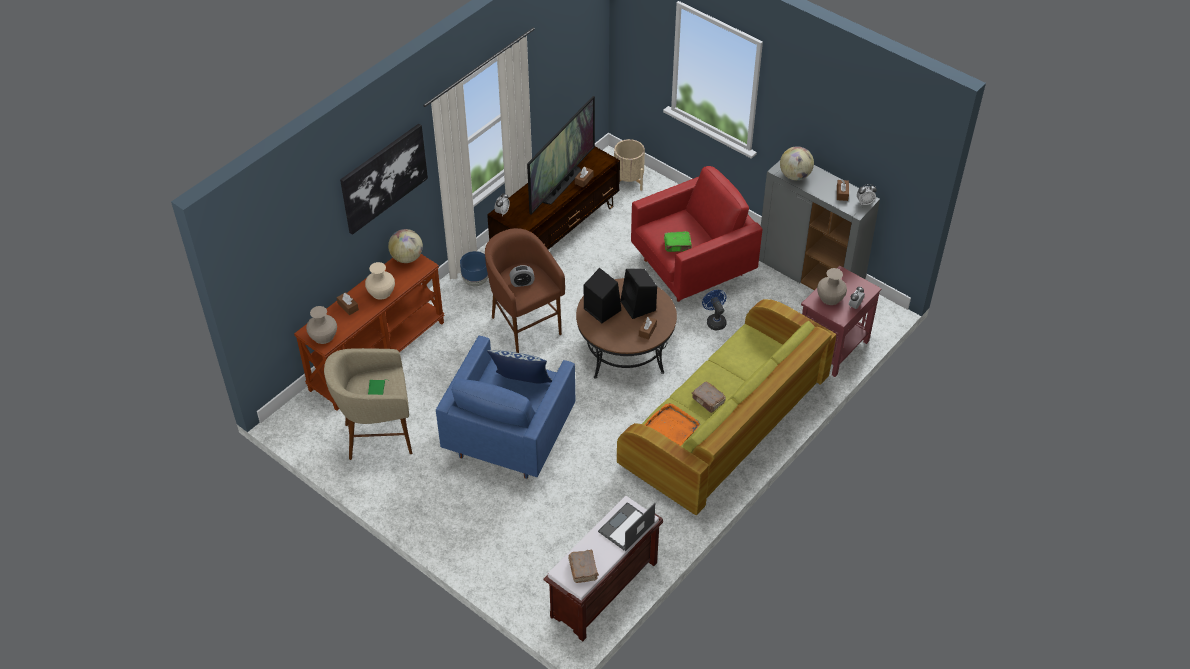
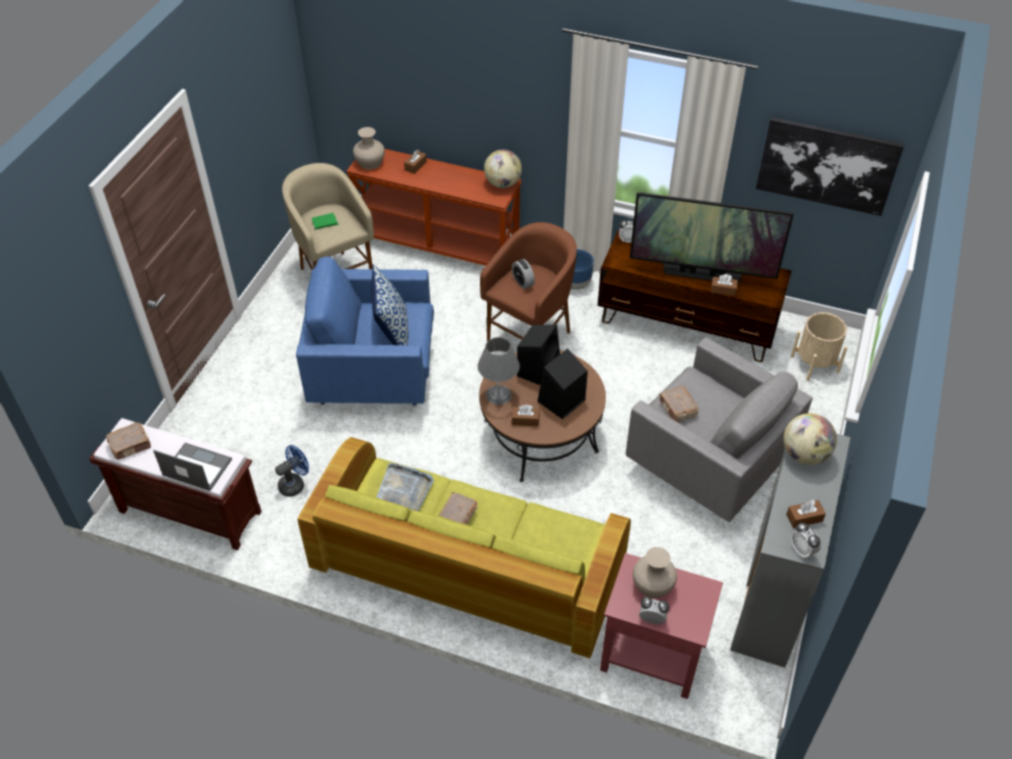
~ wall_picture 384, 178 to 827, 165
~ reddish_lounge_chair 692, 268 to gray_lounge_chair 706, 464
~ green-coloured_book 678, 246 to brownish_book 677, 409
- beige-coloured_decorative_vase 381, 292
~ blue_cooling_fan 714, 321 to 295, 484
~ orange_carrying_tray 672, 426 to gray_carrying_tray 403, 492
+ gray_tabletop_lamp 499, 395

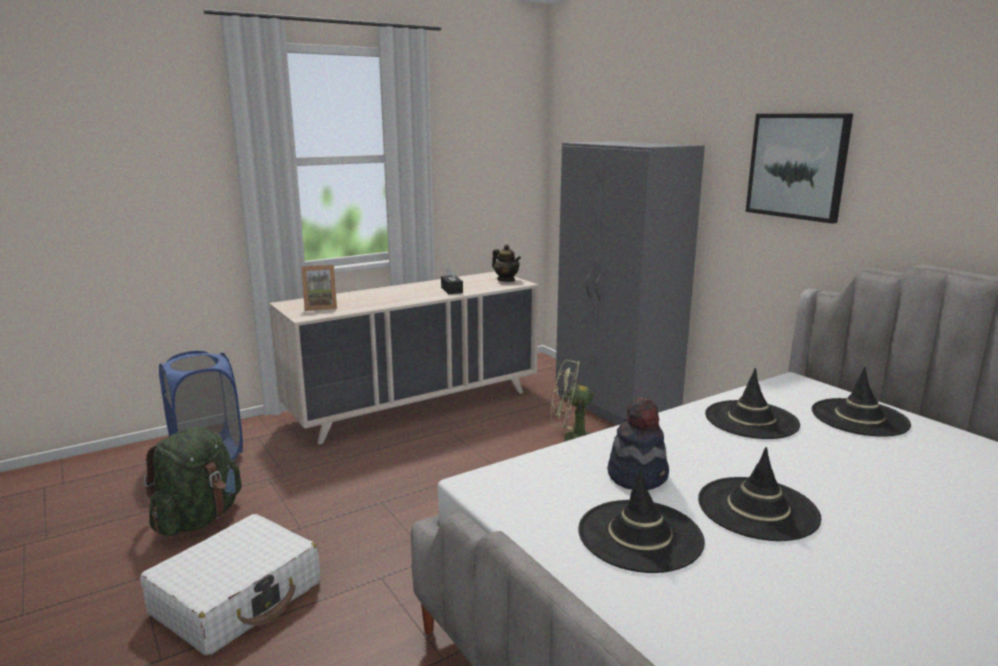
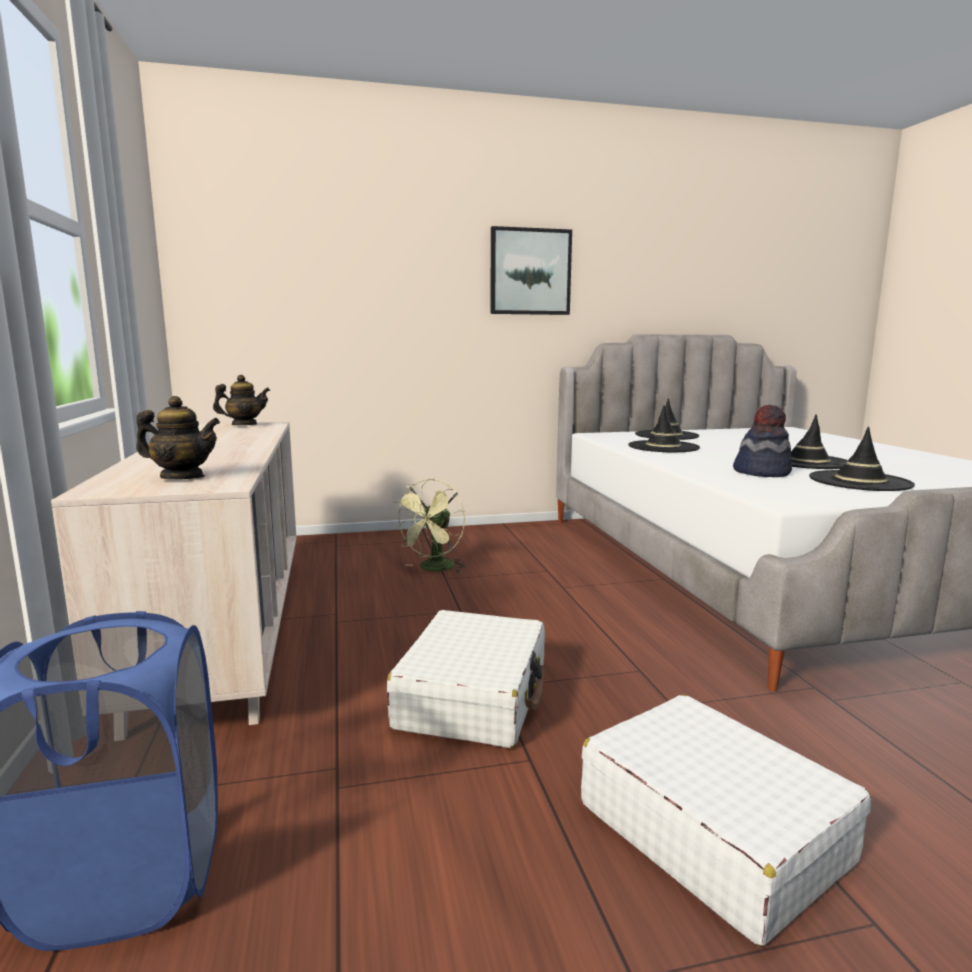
- gray_wardrobe 615, 408
~ photo_frame 320, 307 to pot_for_tea 182, 477
- blackish_tissue_holder 451, 290
- green-coloured_knapsack 199, 519
+ white_piece_of_luggage 473, 696

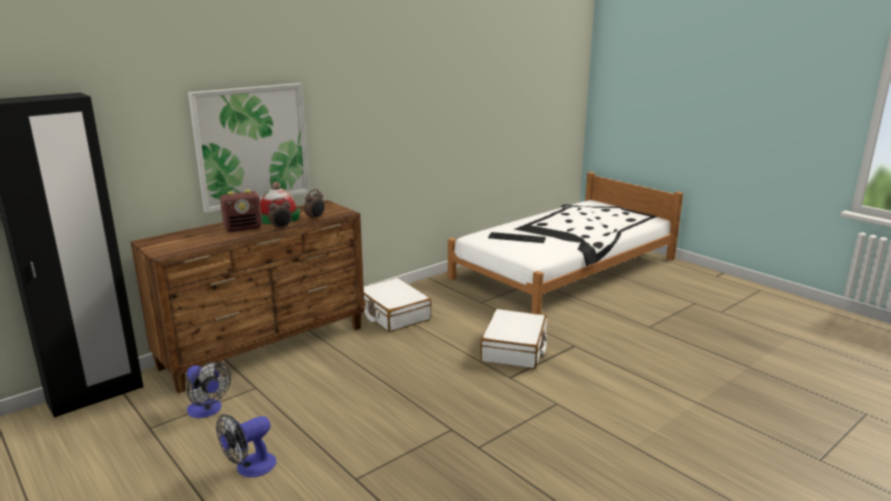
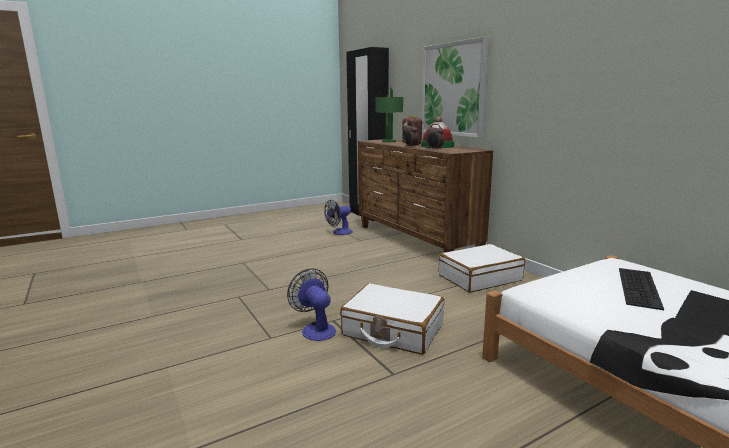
~ cooling_fan 249, 468 to 315, 329
+ green-coloured_tabletop_lamp 388, 141

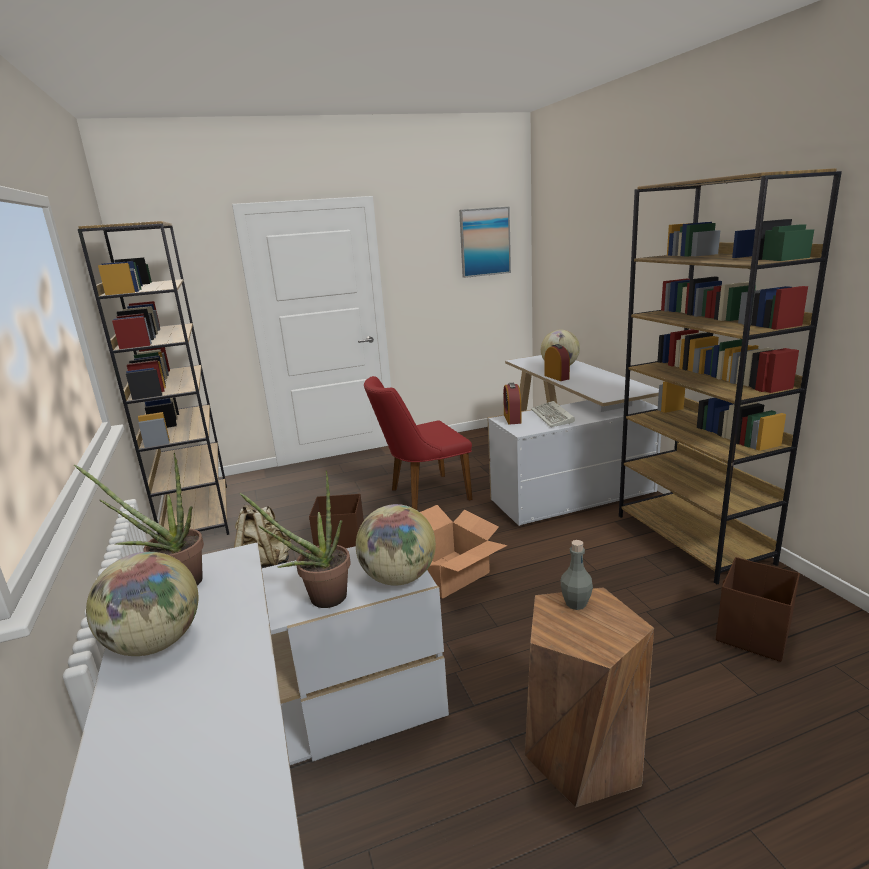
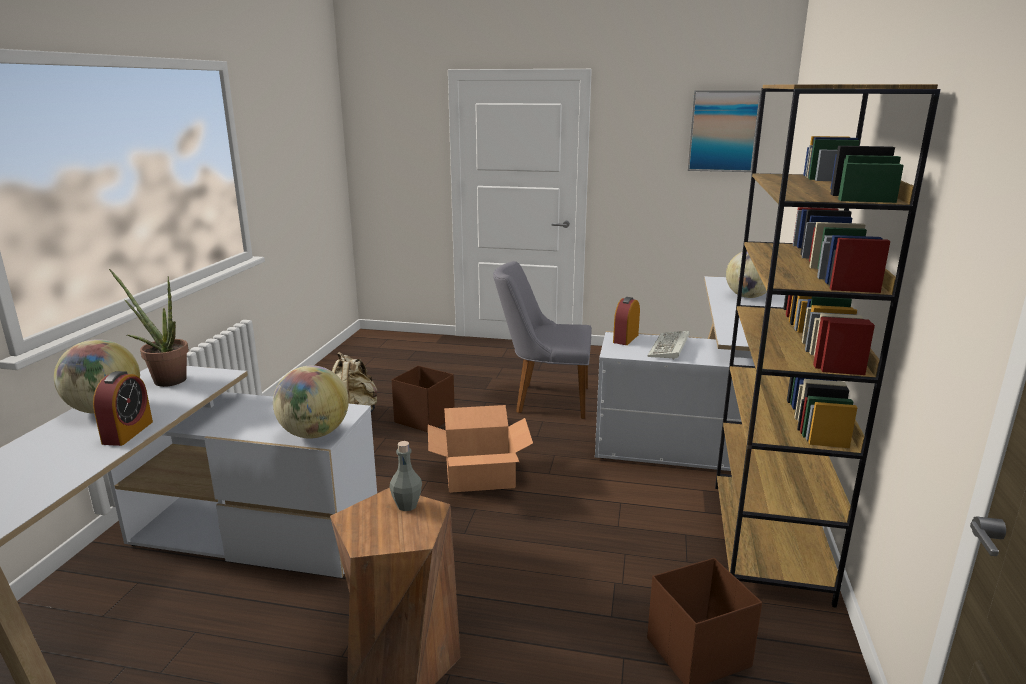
- brownish_bookshelf 196, 514
~ bedside_clock 556, 377 to 128, 432
~ reddish_plain_chair 422, 495 to gray_plain_chair 544, 399
- houseplant 320, 600

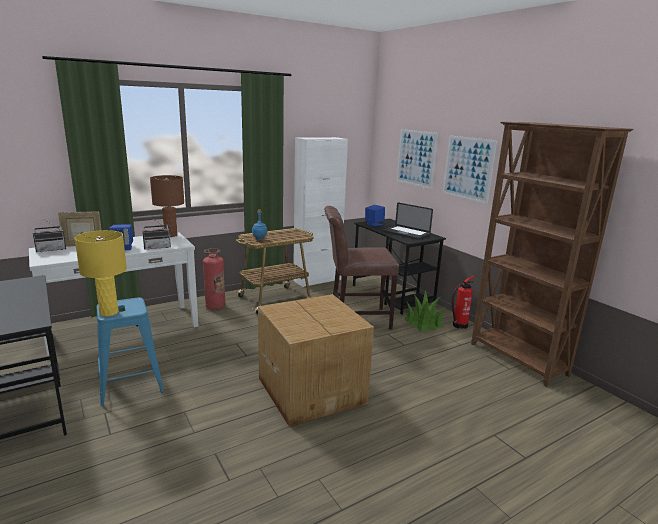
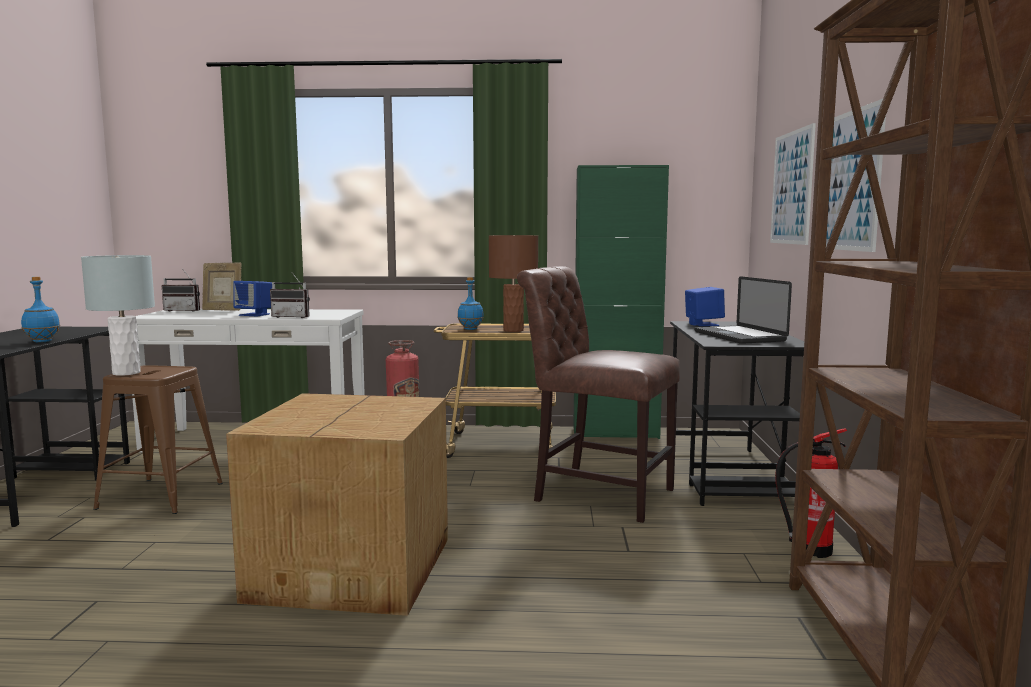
~ white_cupboard 317, 280 to green-coloured_cupboard 615, 433
~ brownish_tabletop_lamp 171, 235 to 513, 330
~ yellowish_tabletop_lamp 108, 312 to gray_tabletop_lamp 126, 373
- houseplant 423, 322
~ blue_stool 130, 383 to brownish_stool 161, 495
+ blue_drink_bottle 42, 341

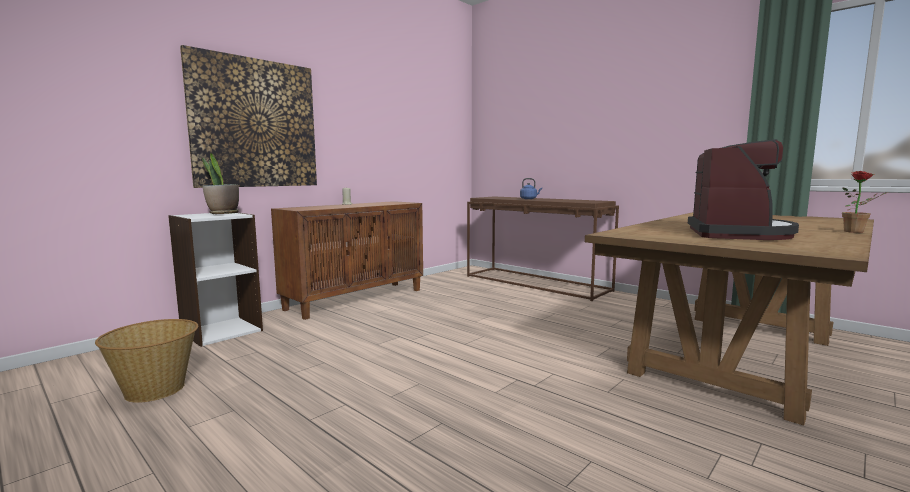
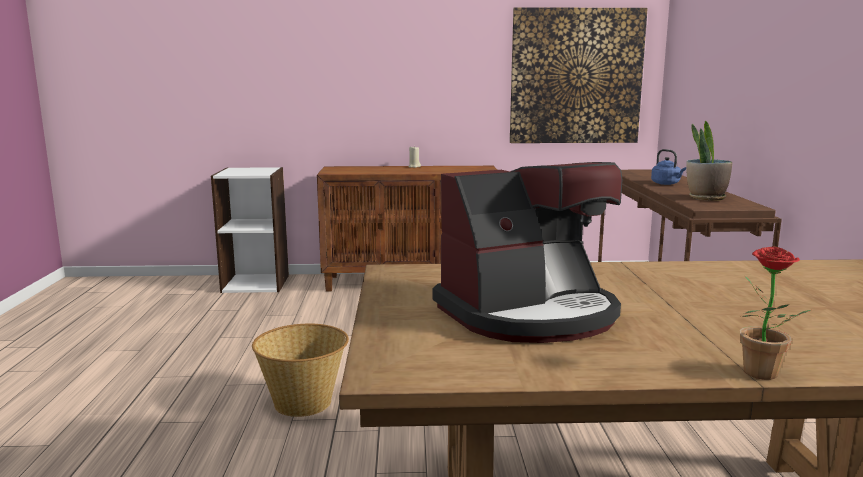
~ wall_picture 255, 123 to 576, 76
~ houseplant 223, 213 to 705, 198
~ basket 155, 389 to 304, 402

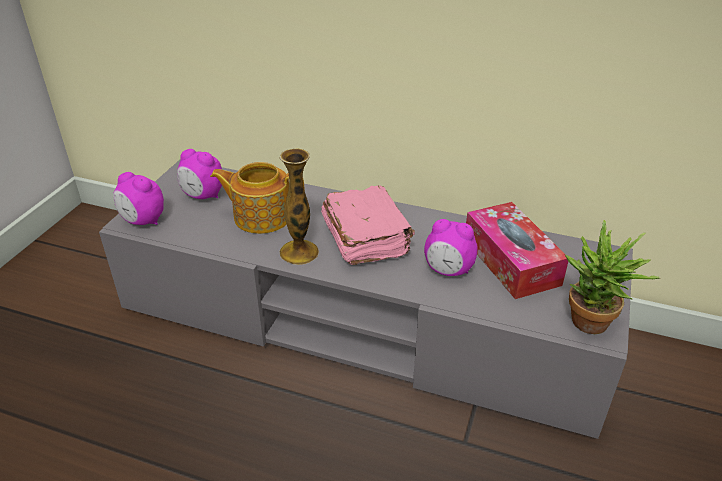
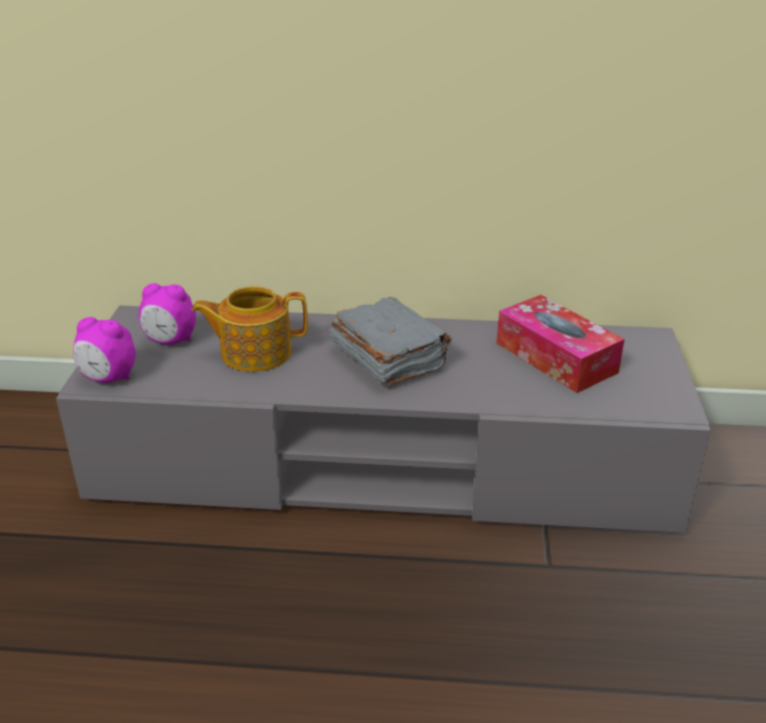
- decorative_vase 299, 252
~ pinkish_book 366, 238 to gray_book 388, 358
- bedside_clock 448, 271
- houseplant 591, 327

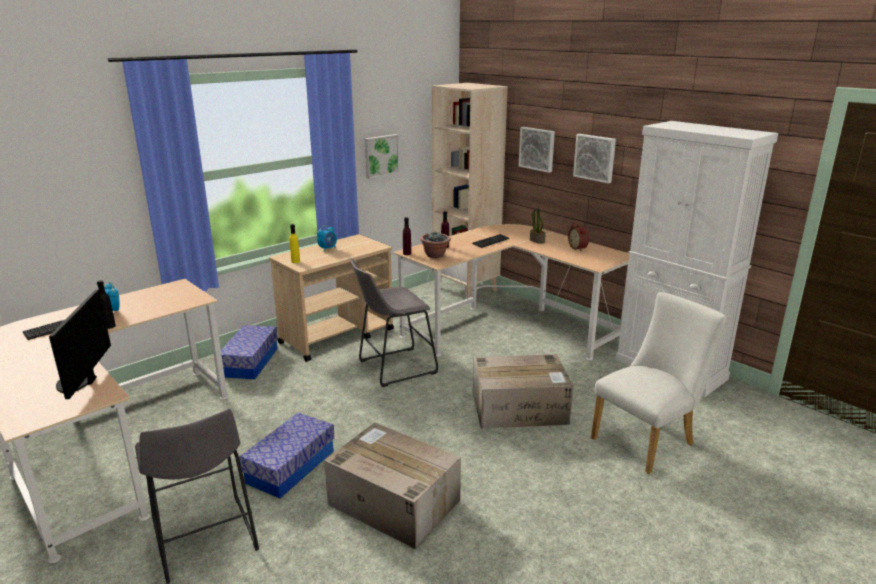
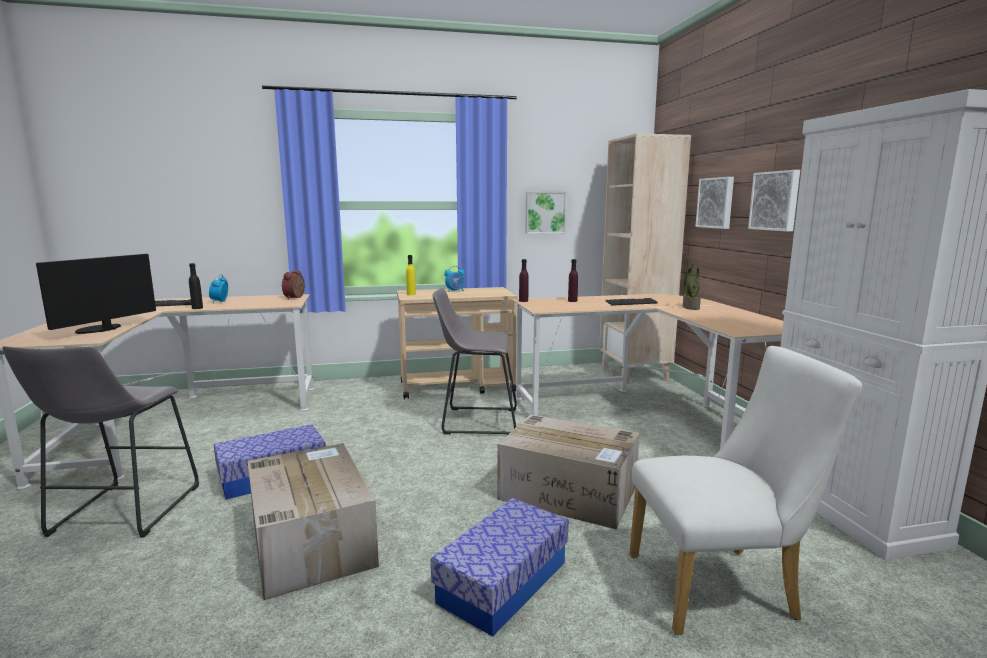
~ bedside_clock 578, 248 to 296, 297
- houseplant 435, 255
~ storage_bin 250, 362 to 503, 582

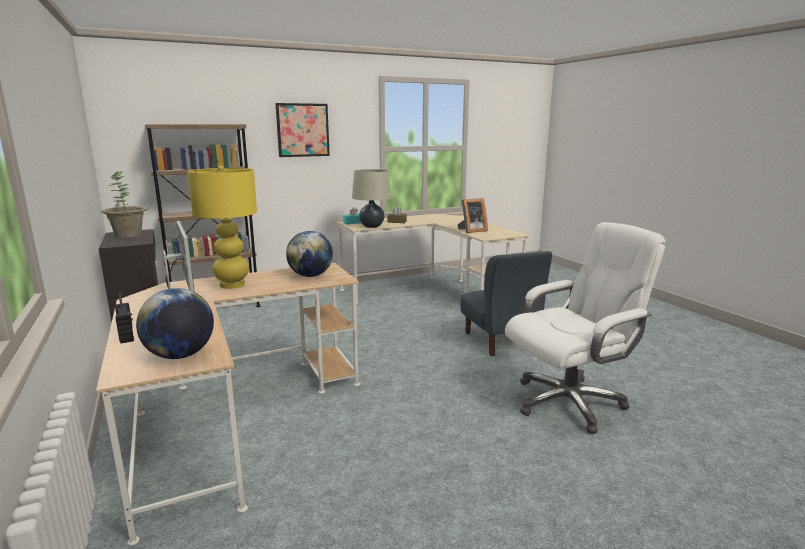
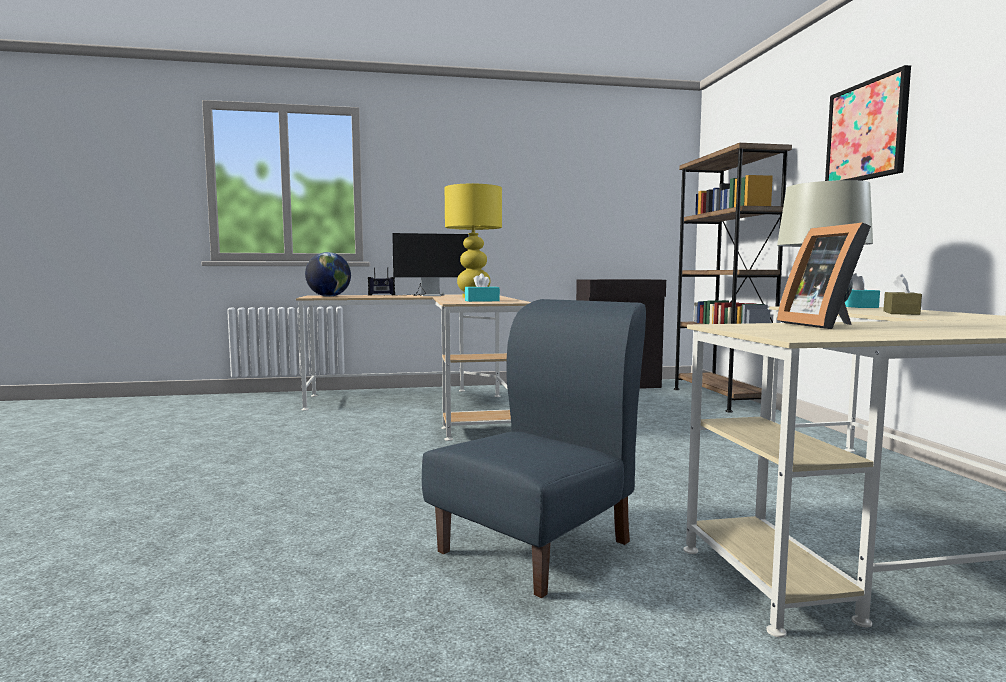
- houseplant 128, 236
- white_computer_chair 569, 402
~ desk_globe 310, 276 to turquoise-coloured_tissue_holder 482, 301
~ blue_plain_chair 500, 340 = 537, 546 135 degrees clockwise

